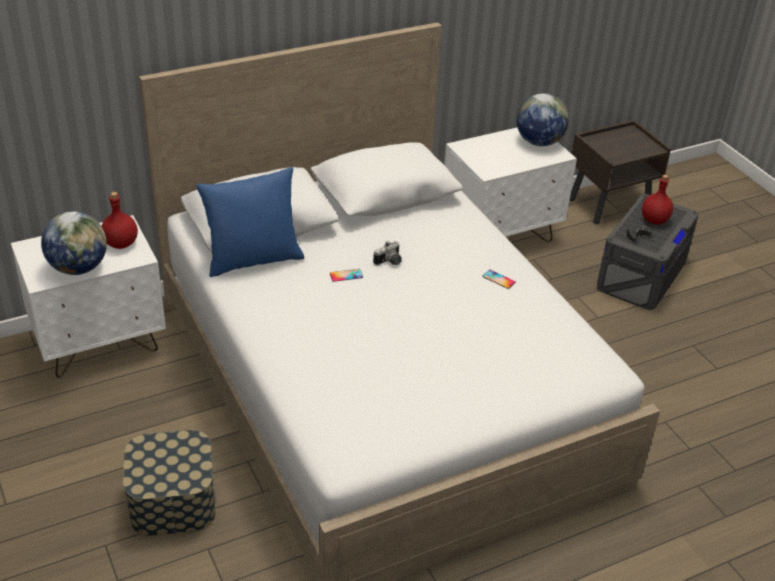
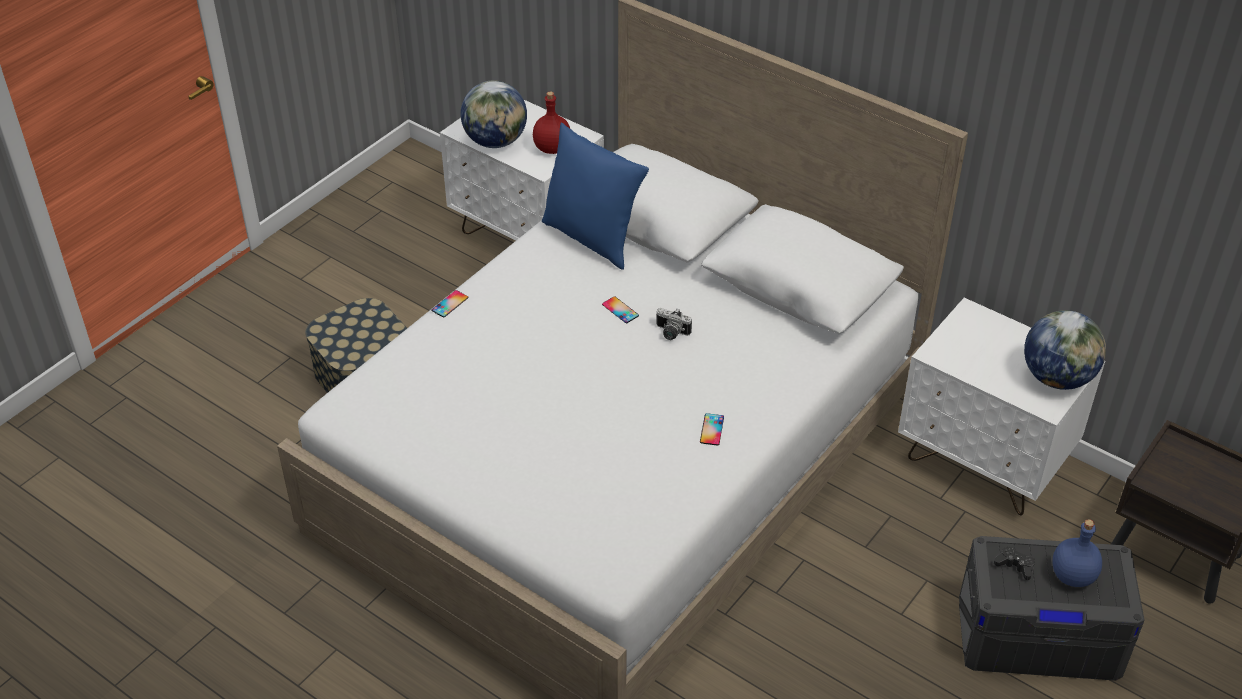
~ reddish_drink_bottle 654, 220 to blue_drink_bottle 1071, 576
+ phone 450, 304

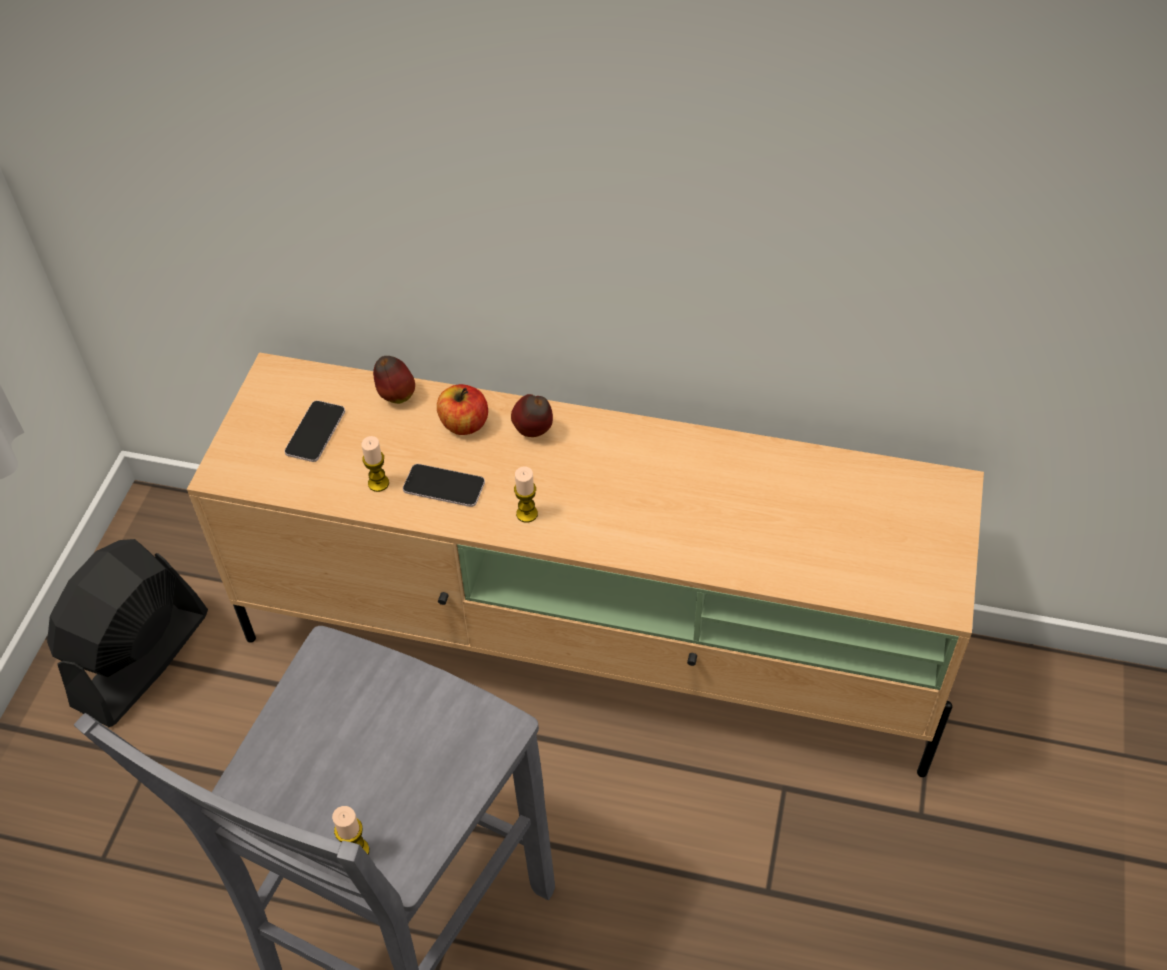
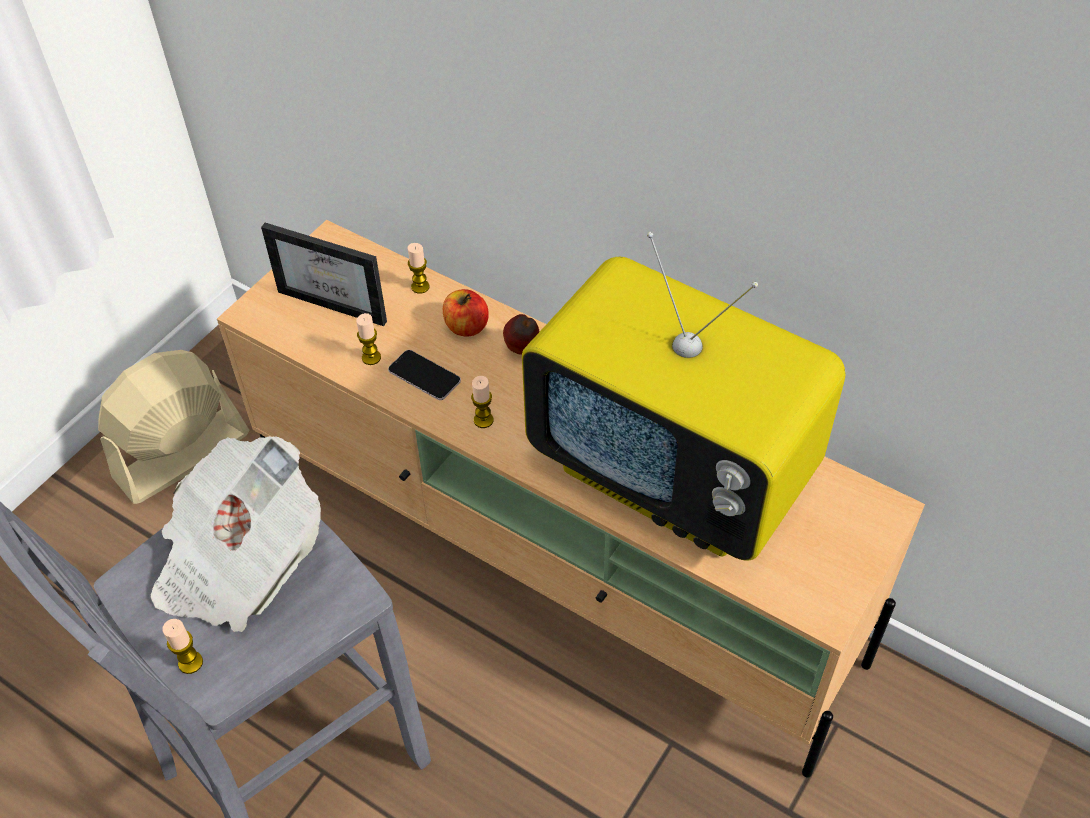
~ whole_apple 396, 396 to candle 420, 287
~ phone 315, 432 to photo_frame 340, 299
~ blackish_cooling_fan 141, 659 to beige-coloured_cooling_fan 181, 456
+ TV_set 675, 474
+ printed_paper 239, 560

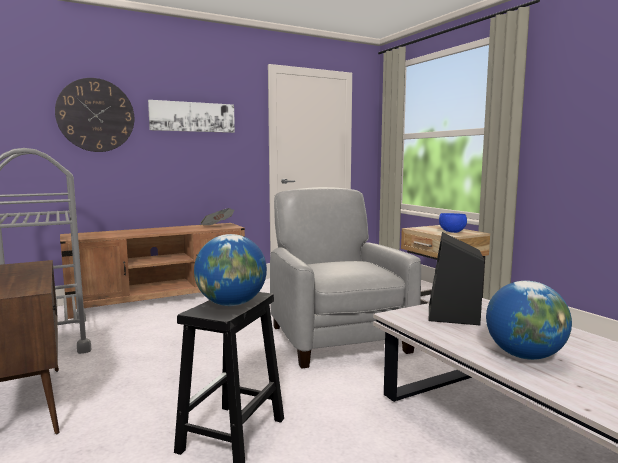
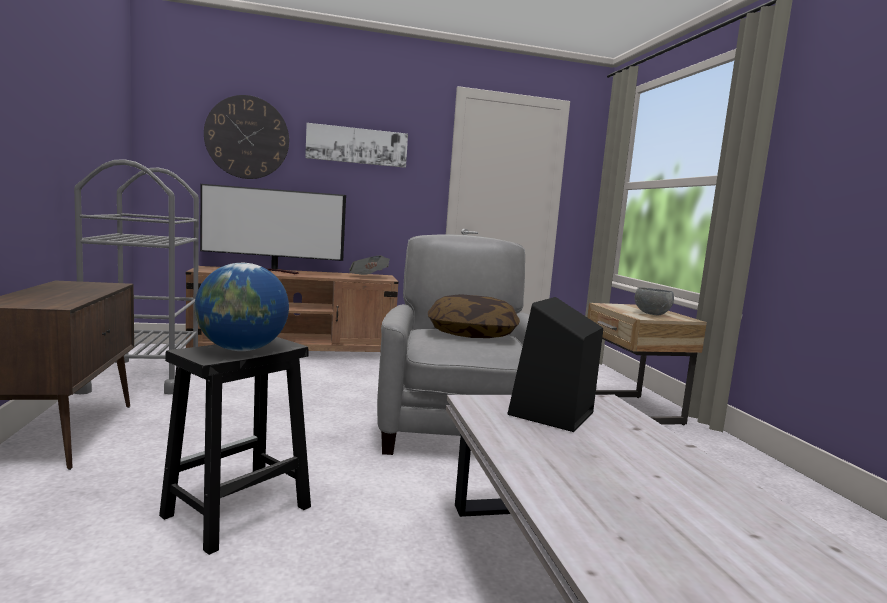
~ blue_deep_dish 452, 232 to gray_deep_dish 652, 314
- desk_globe 524, 356
+ TV_set 274, 271
+ cushion 472, 333

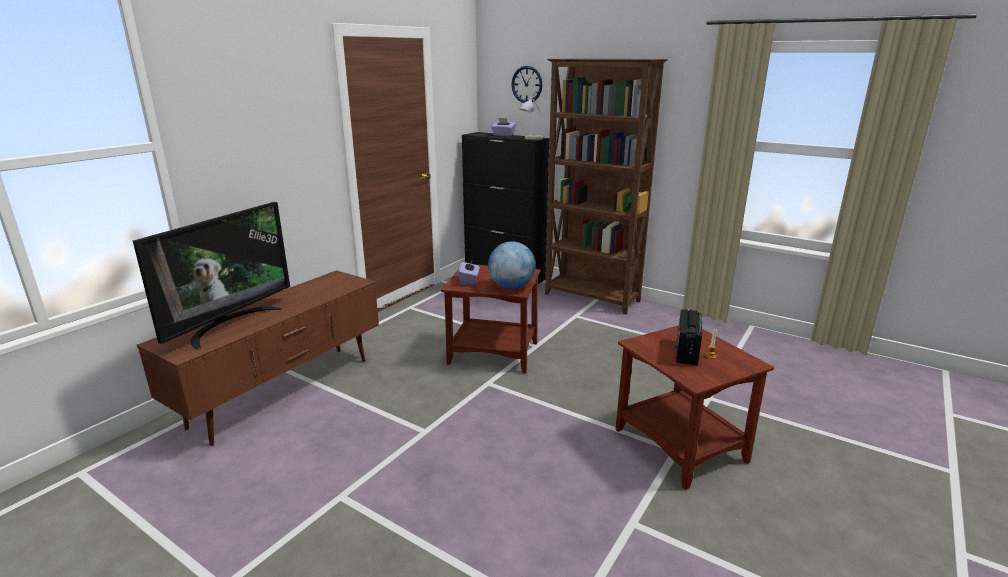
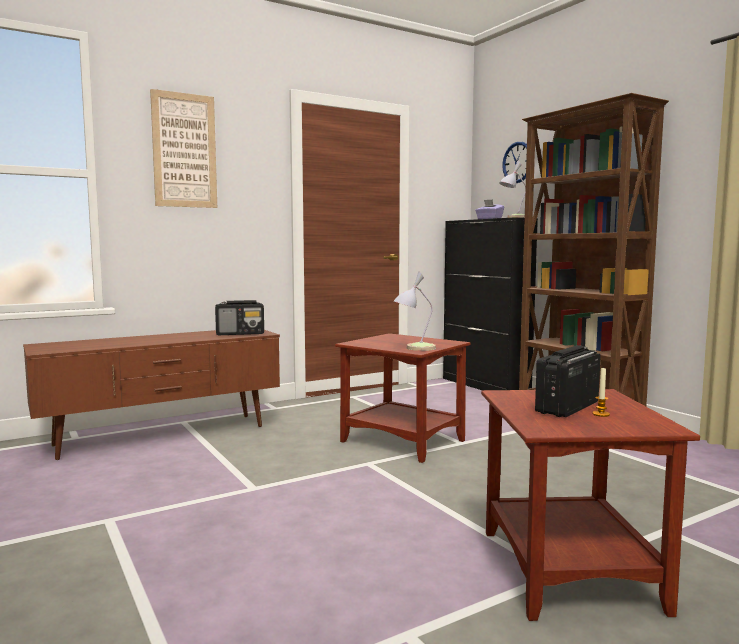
- TV_set 229, 324
~ desk_globe 511, 287 to tabletop_lamp 414, 348
- purplish_tissue_holder 469, 281
+ wall_picture 184, 150
+ radio_receiver 240, 334

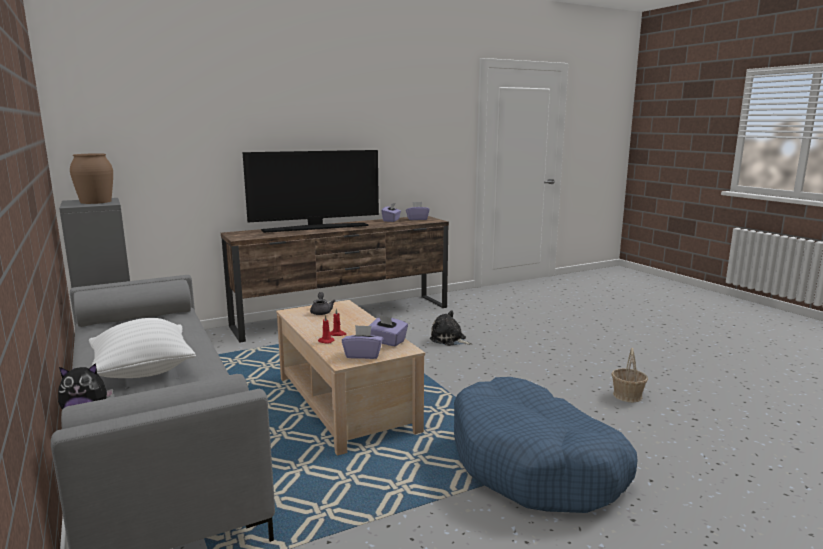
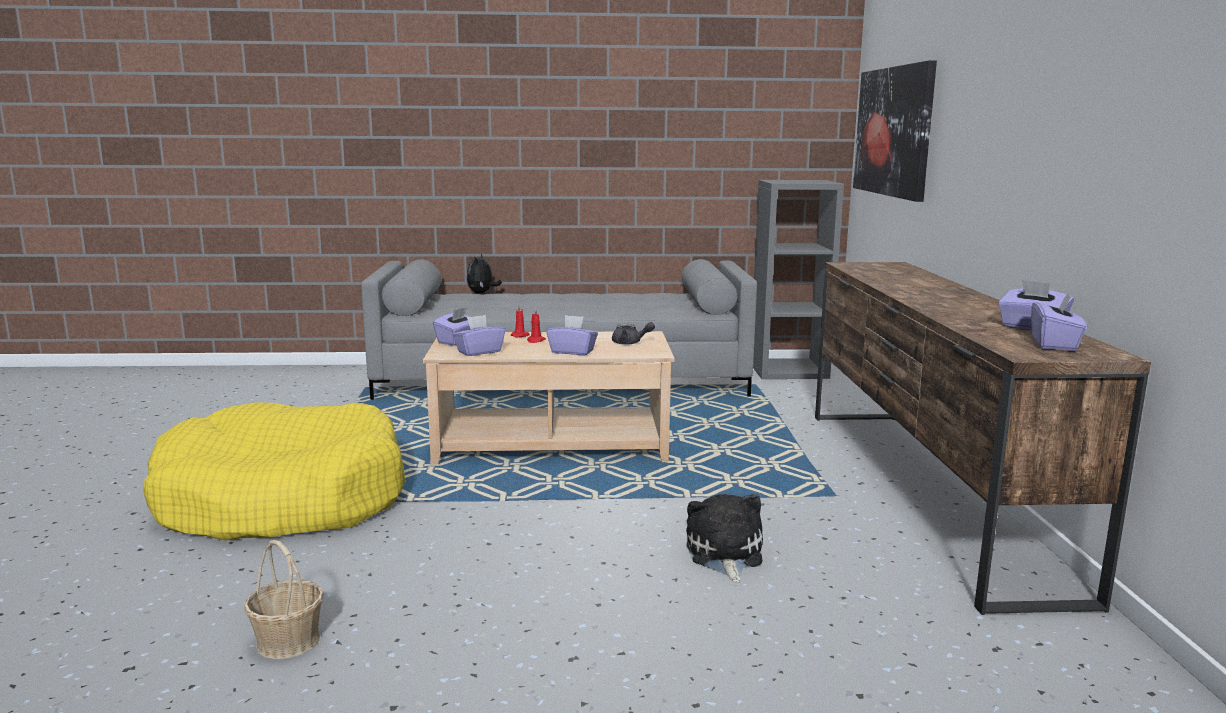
- TV_set 316, 228
- brownish_decorative_vase 96, 202
~ soft_toy 449, 340 = 724, 555 60 degrees counterclockwise
- white_cushion 143, 371
~ blue_dog_cushion 535, 464 to yellowish_dog_cushion 283, 500
+ wall_picture 893, 131
+ purplish_tissue_holder 572, 351

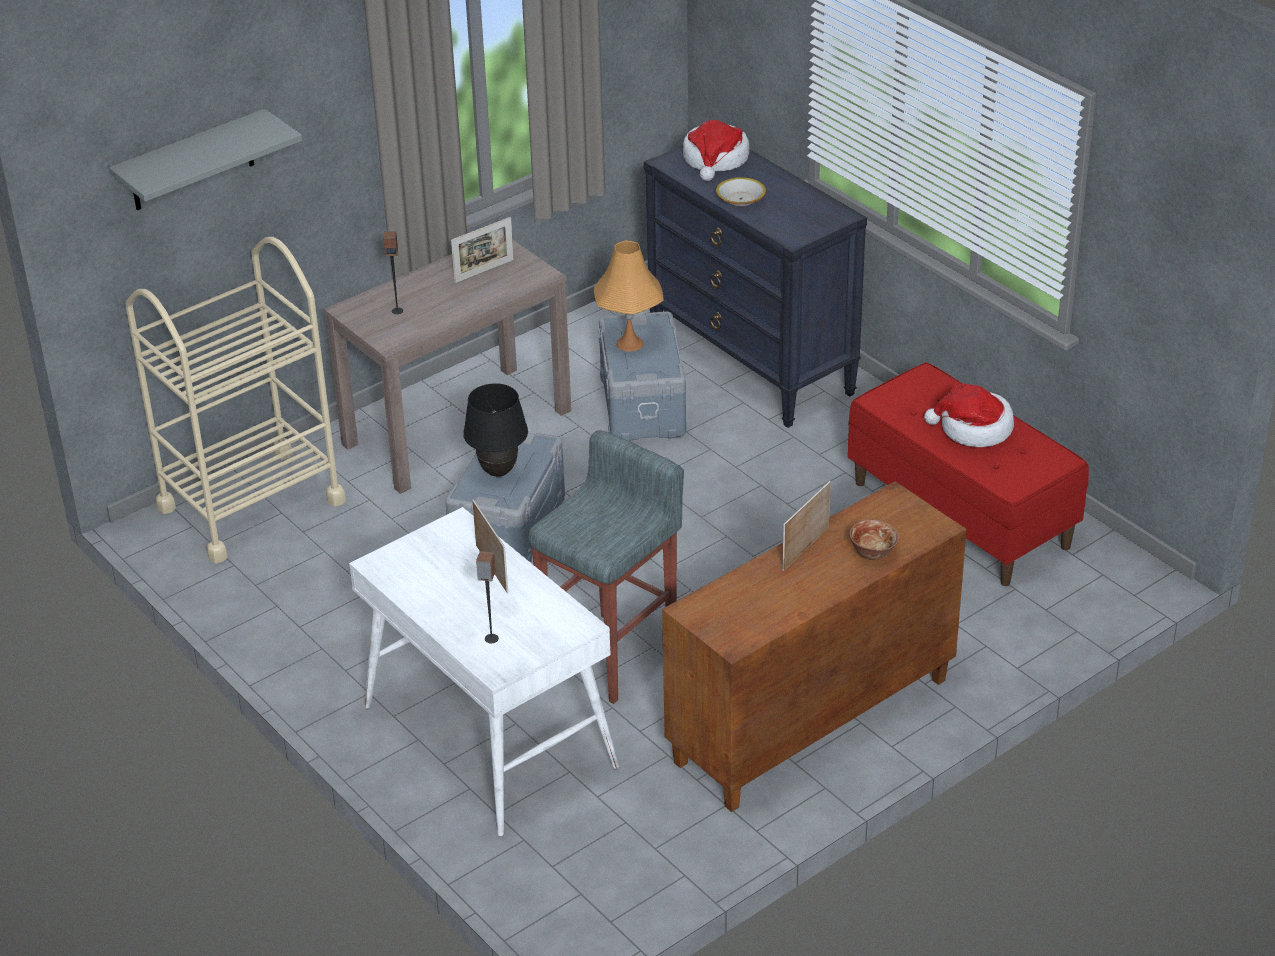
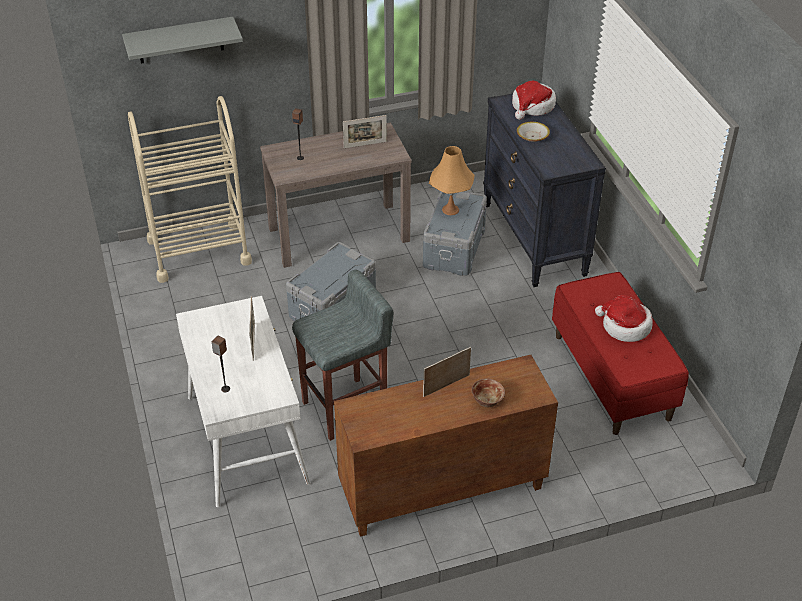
- blackish_tabletop_lamp 498, 472

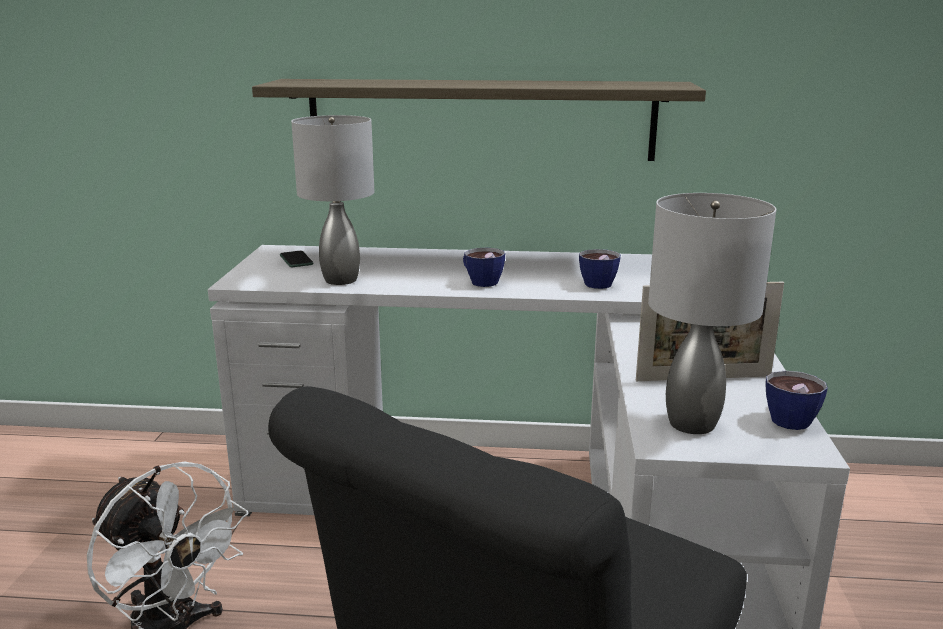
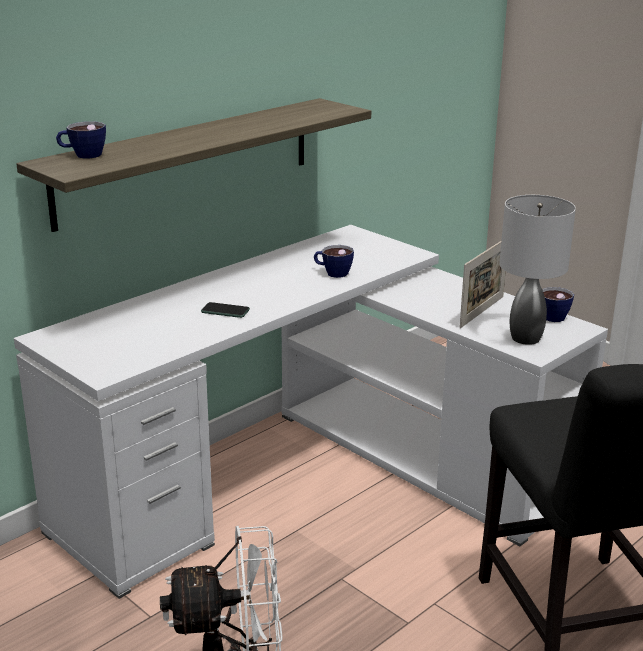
- gray_tabletop_lamp 339, 280
~ small_cup 480, 281 to 82, 155
~ phone 296, 260 to 225, 311

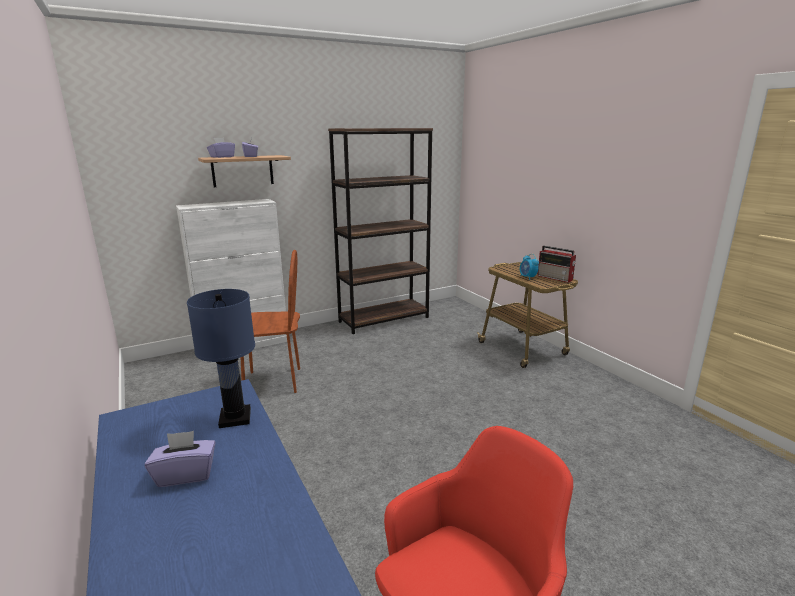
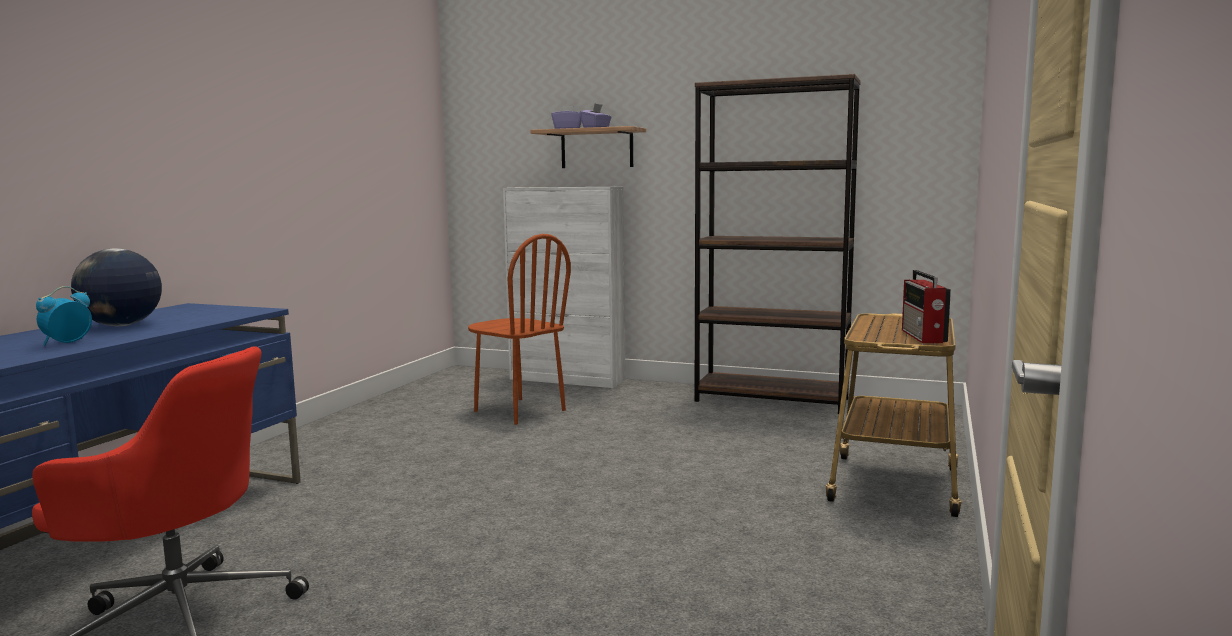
~ bedside_clock 527, 277 to 66, 343
- blue_tabletop_lamp 235, 417
~ purplish_tissue_holder 186, 474 to desk_globe 121, 325

